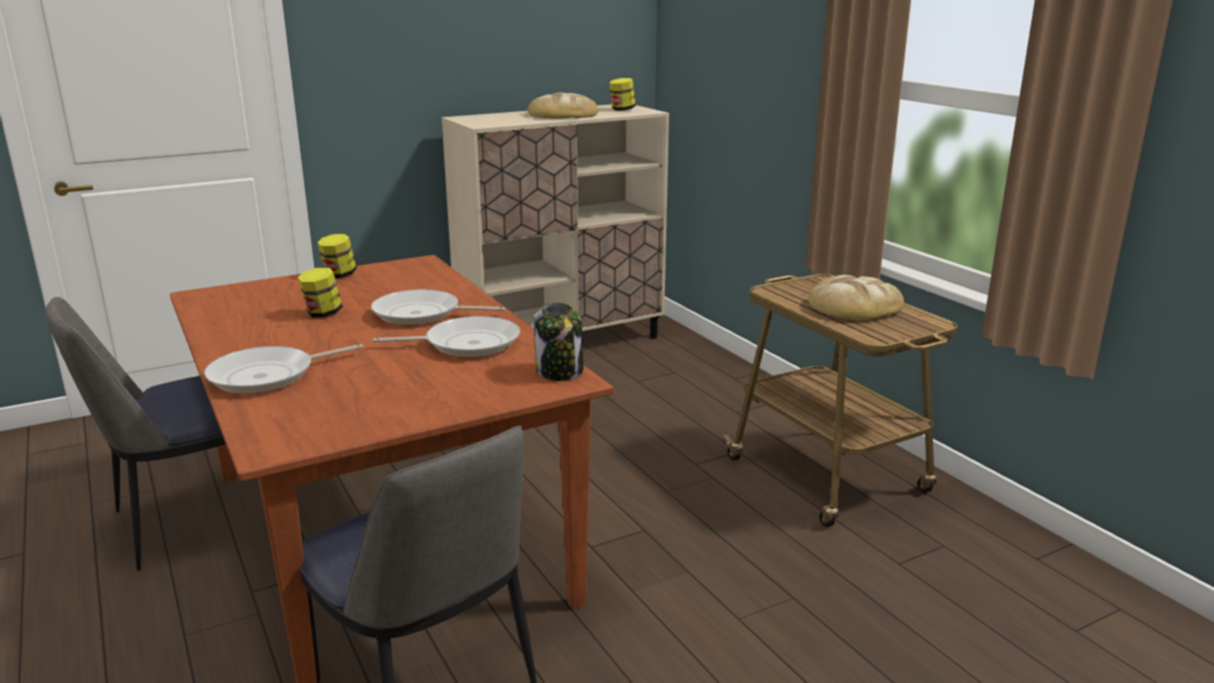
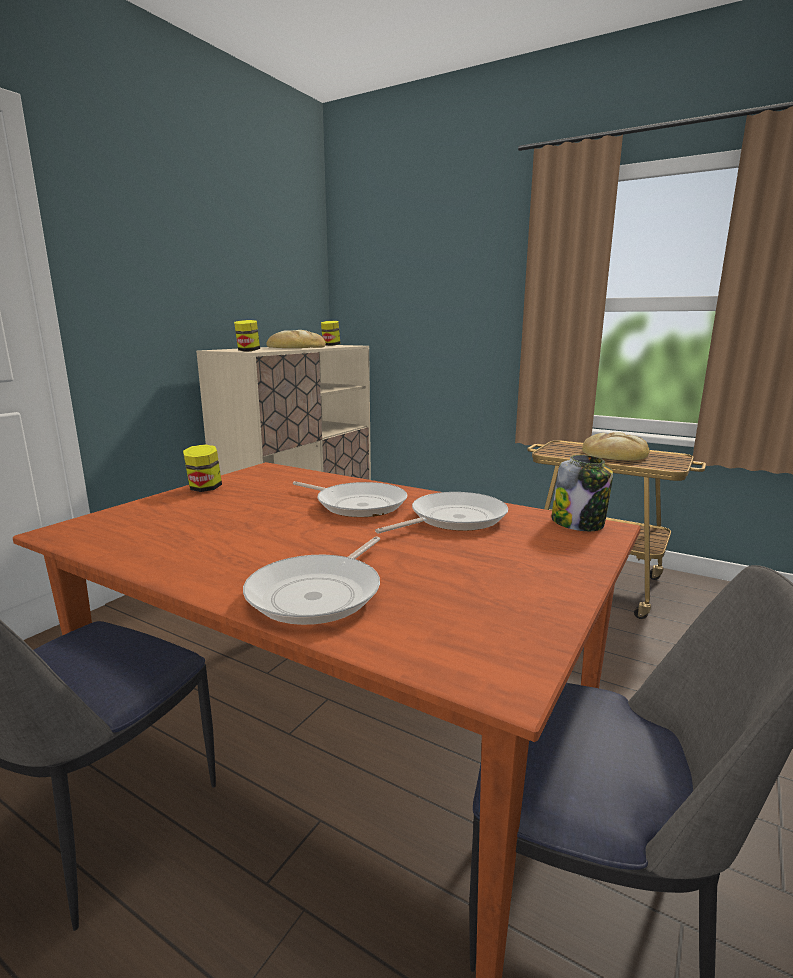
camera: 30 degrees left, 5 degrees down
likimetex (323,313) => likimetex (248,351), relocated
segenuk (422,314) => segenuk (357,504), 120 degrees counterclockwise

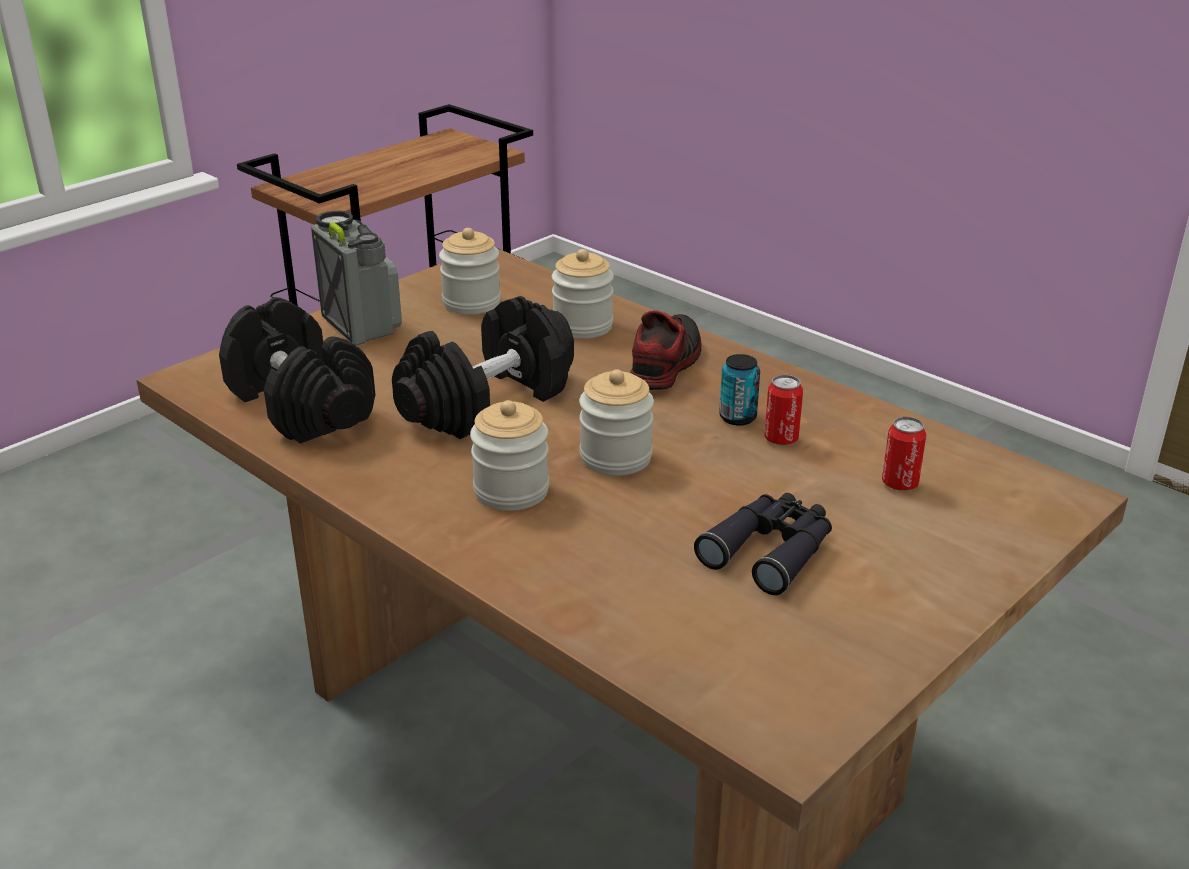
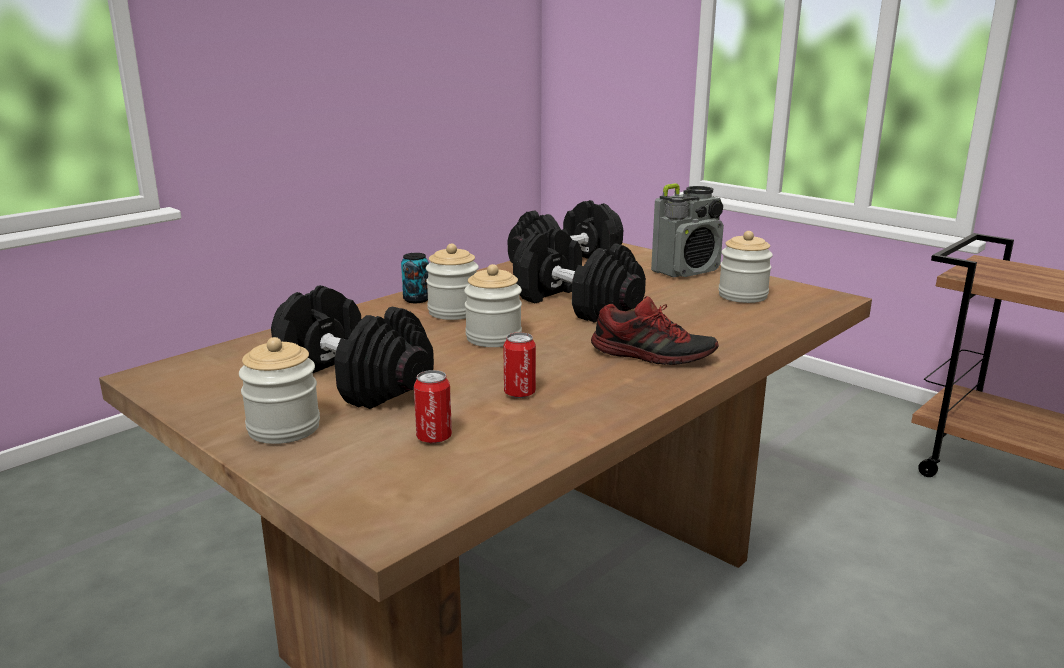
camera: 90 degrees right, 10 degrees down
likimetex (582,326) => likimetex (284,428), relocated
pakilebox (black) (771,551) => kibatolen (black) (351,381)
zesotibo (737,417) => zesotibo (416,299), relocated

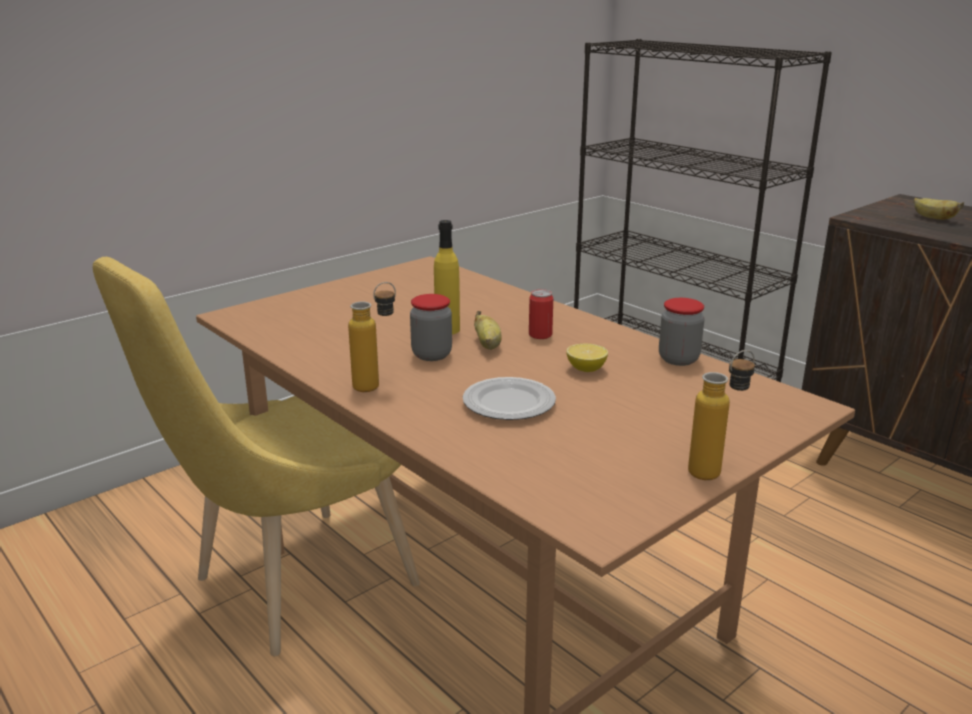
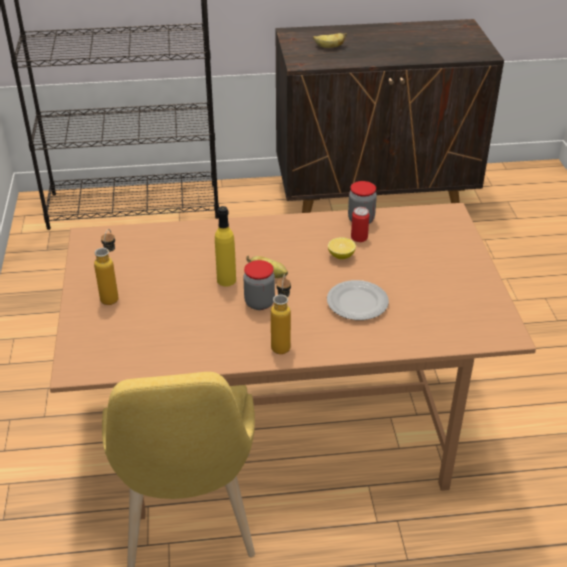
camera: 55 degrees left, 15 degrees up
zesotibo (540,335) => zesotibo (359,237), relocated
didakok (715,470) => didakok (112,295), relocated

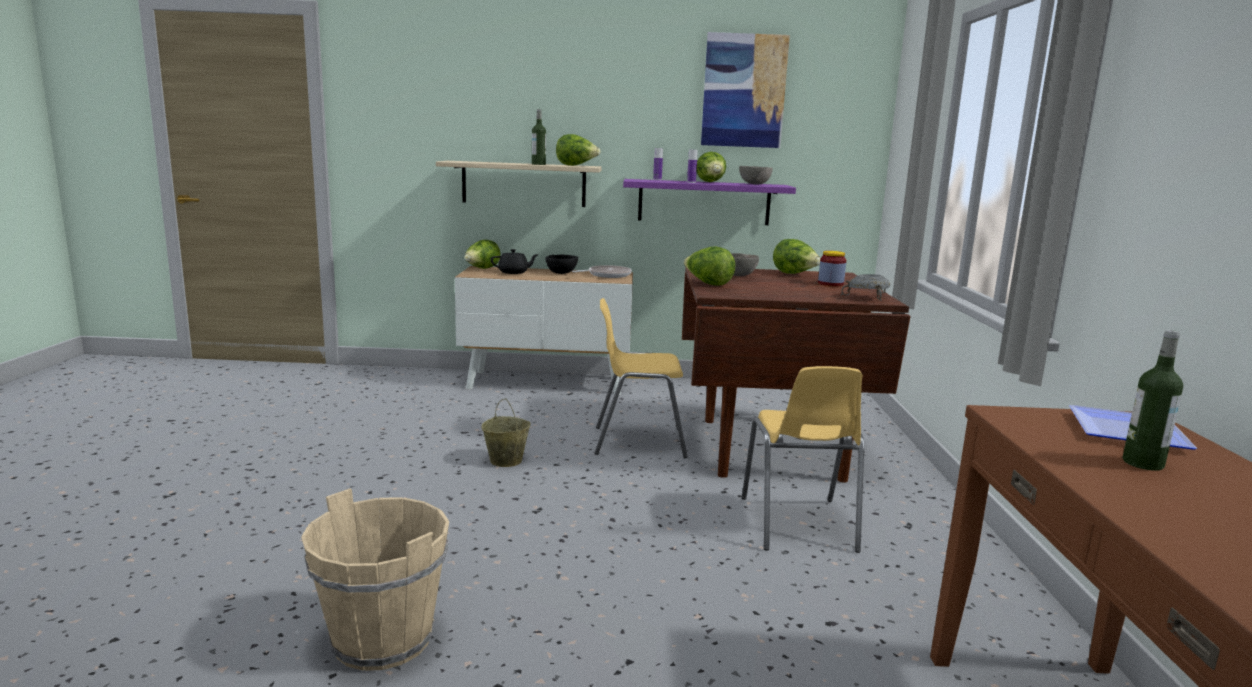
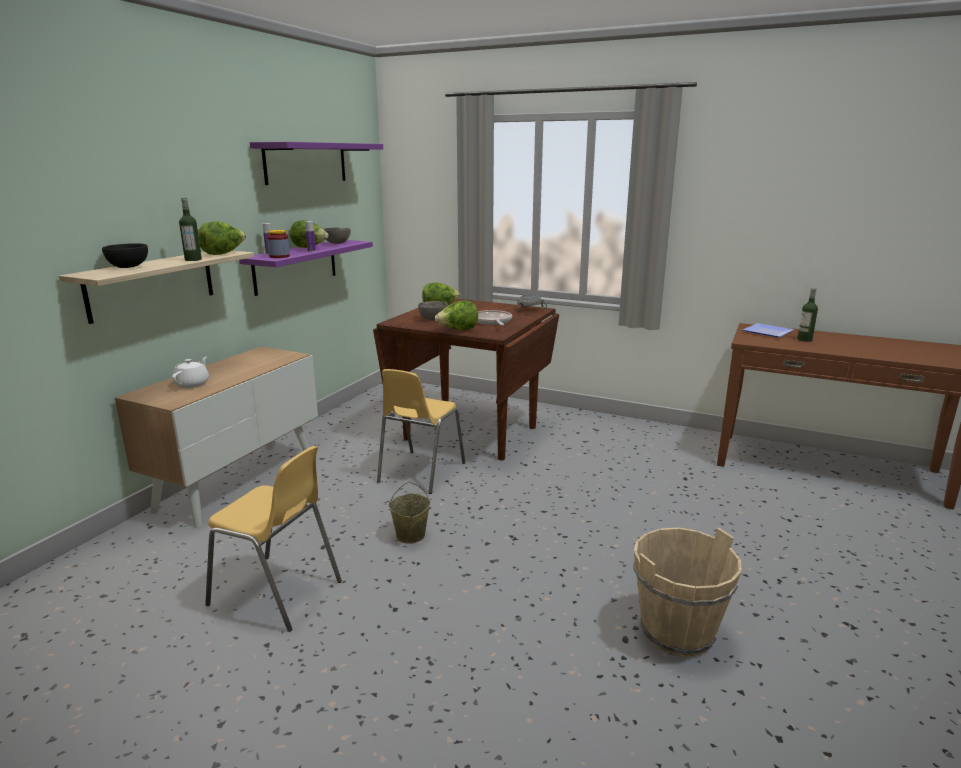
camera: 65 degrees left, 5 degrees up
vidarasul (482,269) => nothing
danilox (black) (514,272) => danilox (white) (192,384)
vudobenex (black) (561,273) => vudobenex (black) (128,267), relocated
segenuk (607,275) => segenuk (492,321), relocated
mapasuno (744,91) => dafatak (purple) (306,163)
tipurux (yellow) (798,524) => tipurux (yellow) (277,593), relocated
likimetex (830,284) => likimetex (279,256), relocated

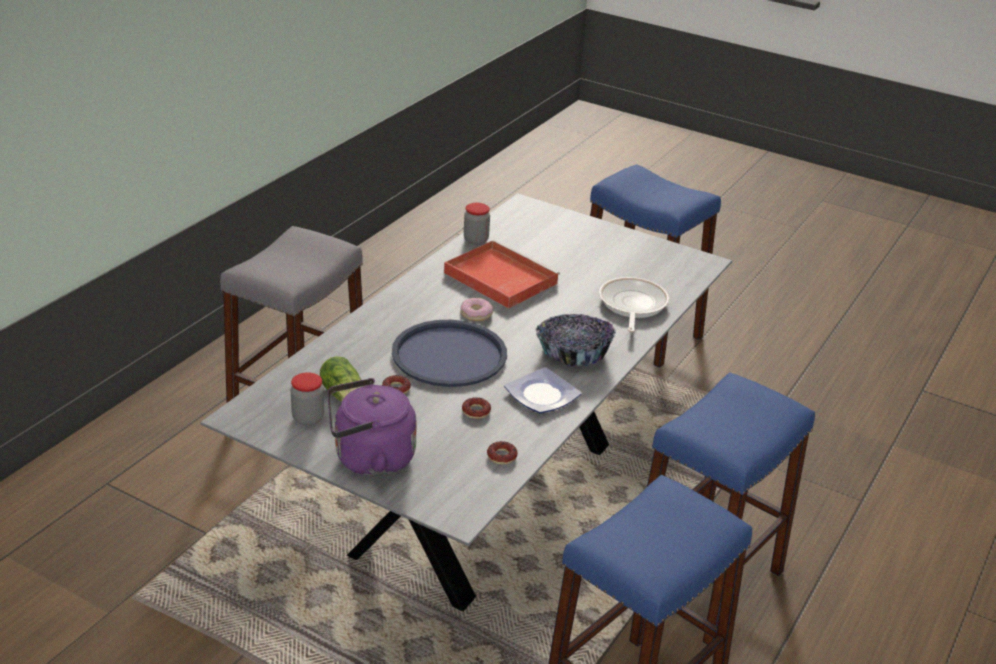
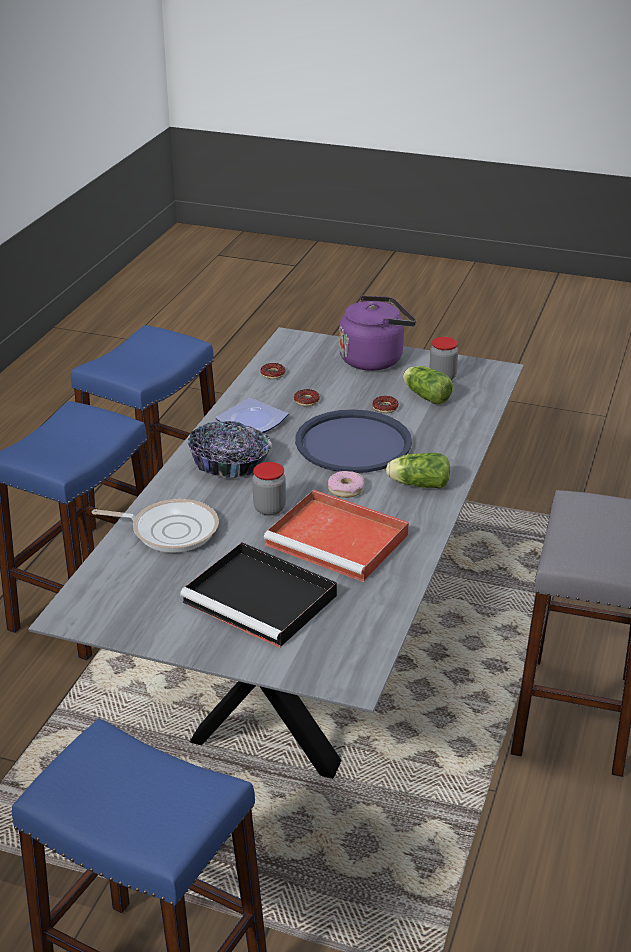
camera: 170 degrees right, 0 degrees up
likimetex (476,240) => likimetex (269,508), relocated
segenuk (632,305) => segenuk (170,530), 75 degrees counterclockwise
nothing => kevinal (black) (262,599)
nothing => vidarasul (417,484)

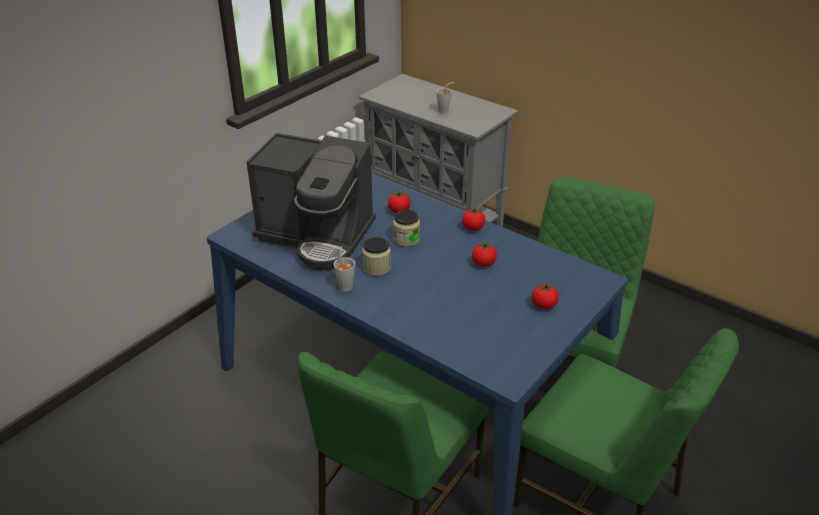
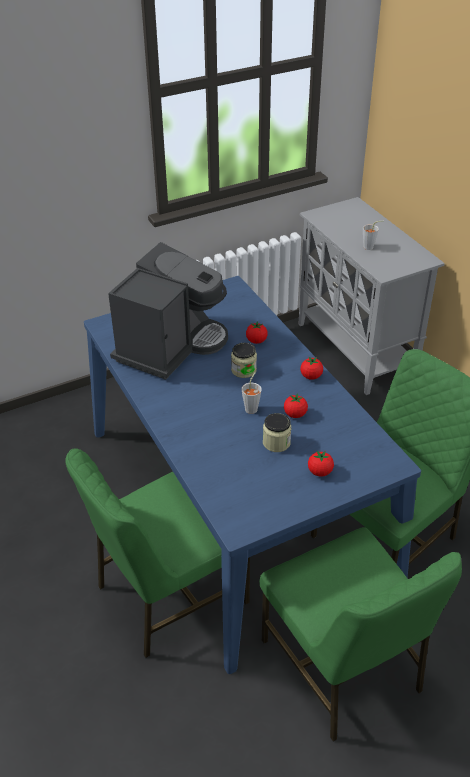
camera: 25 degrees right, 5 degrees up
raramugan (317,236) => raramugan (170,345), 105 degrees counterclockwise
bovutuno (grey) (346,285) => bovutuno (grey) (252,407), relocated
likimetex (377,268) => likimetex (276,442), relocated

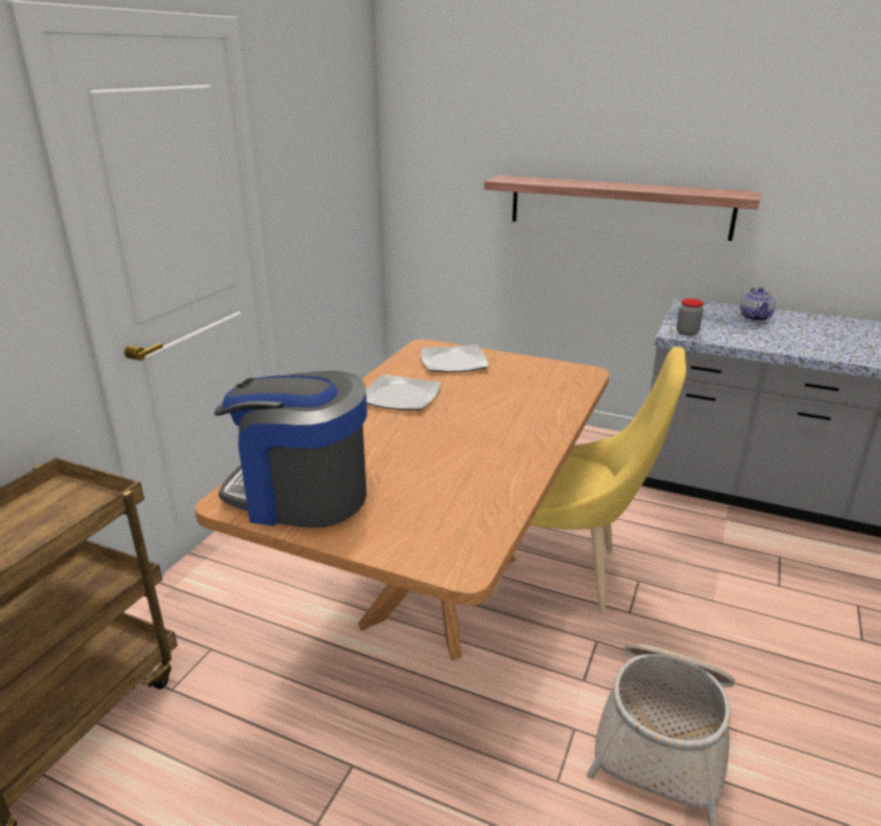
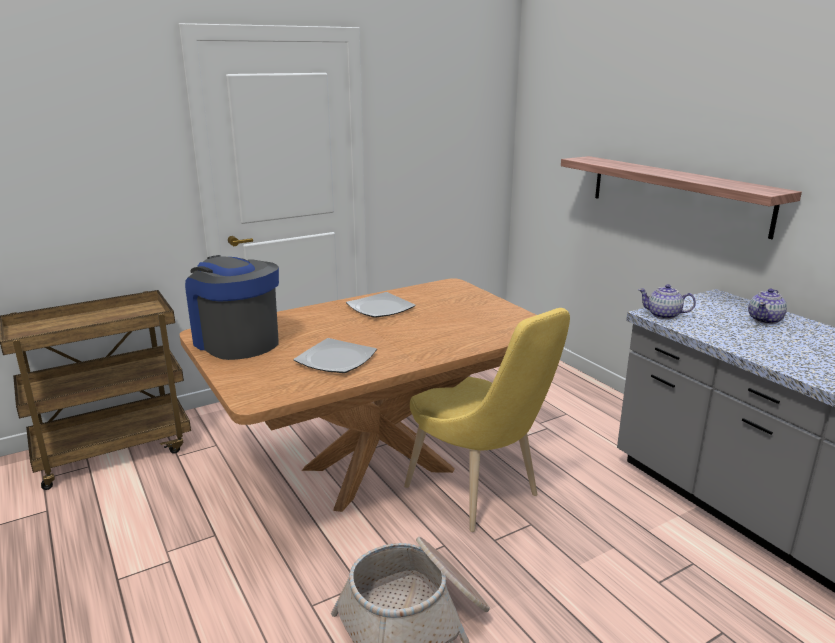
camera: 35 degrees right, 5 degrees down
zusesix (454,362) => zusesix (336,359), relocated
likimetex (687,332) => danilox (664,315)

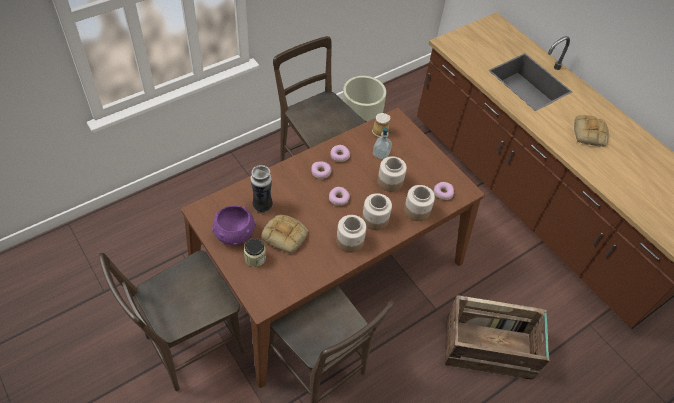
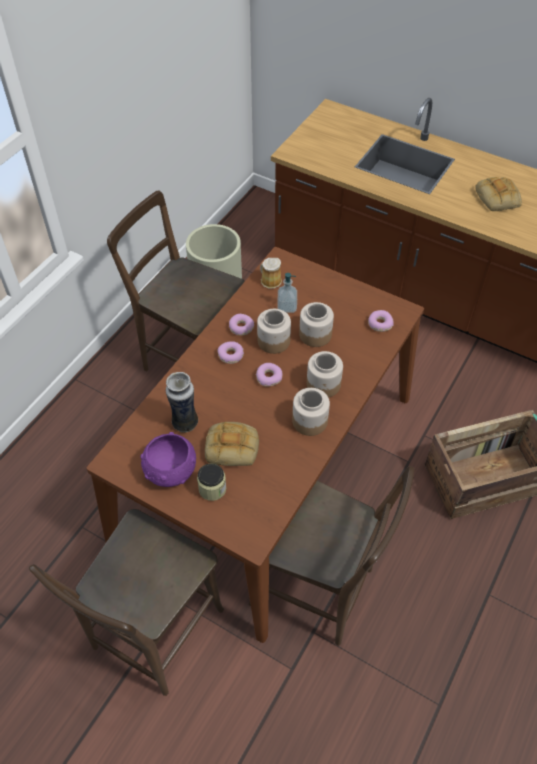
camera: 20 degrees left, 0 degrees up
likimetex (416,210) => likimetex (273,341), relocated

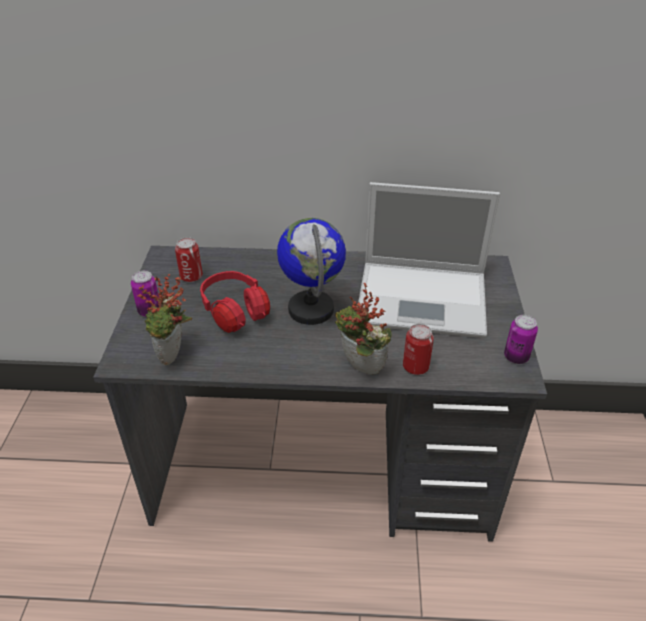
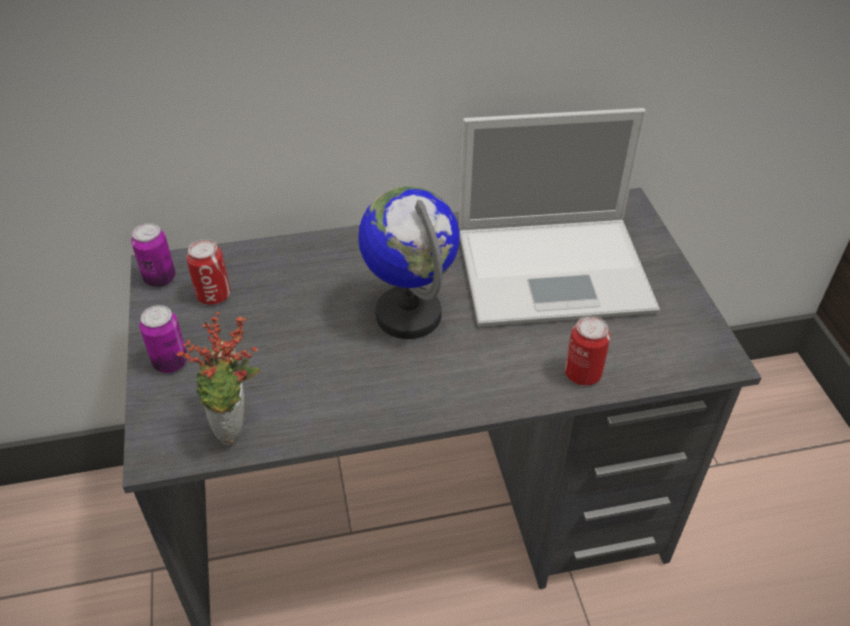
camera: 15 degrees left, 5 degrees up
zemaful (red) (235,314) => nothing
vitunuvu (359,369) => nothing
zesotibo (516,357) => zesotibo (160,278), relocated

